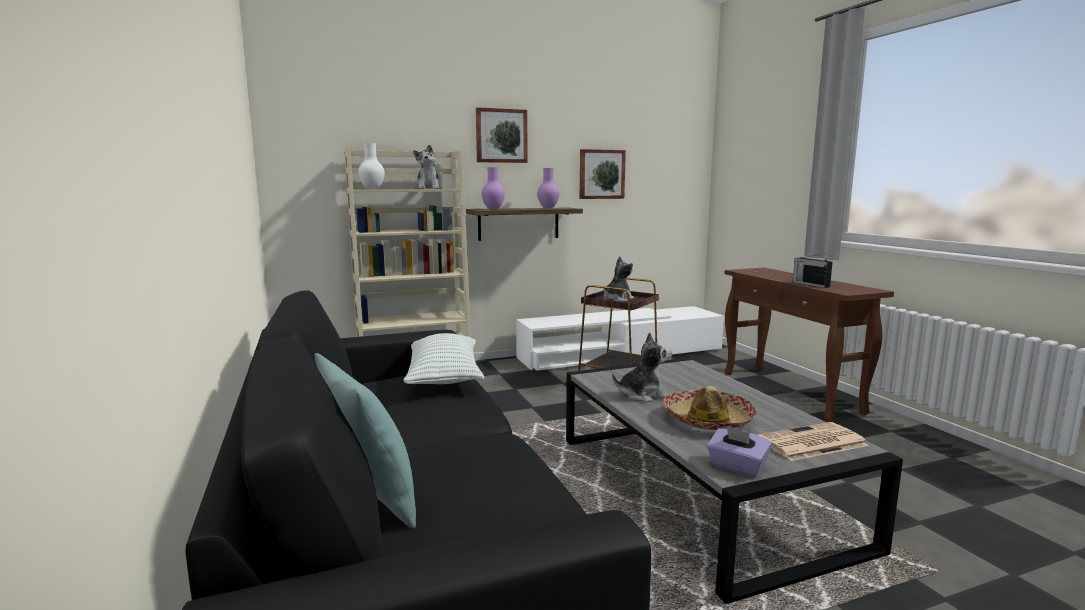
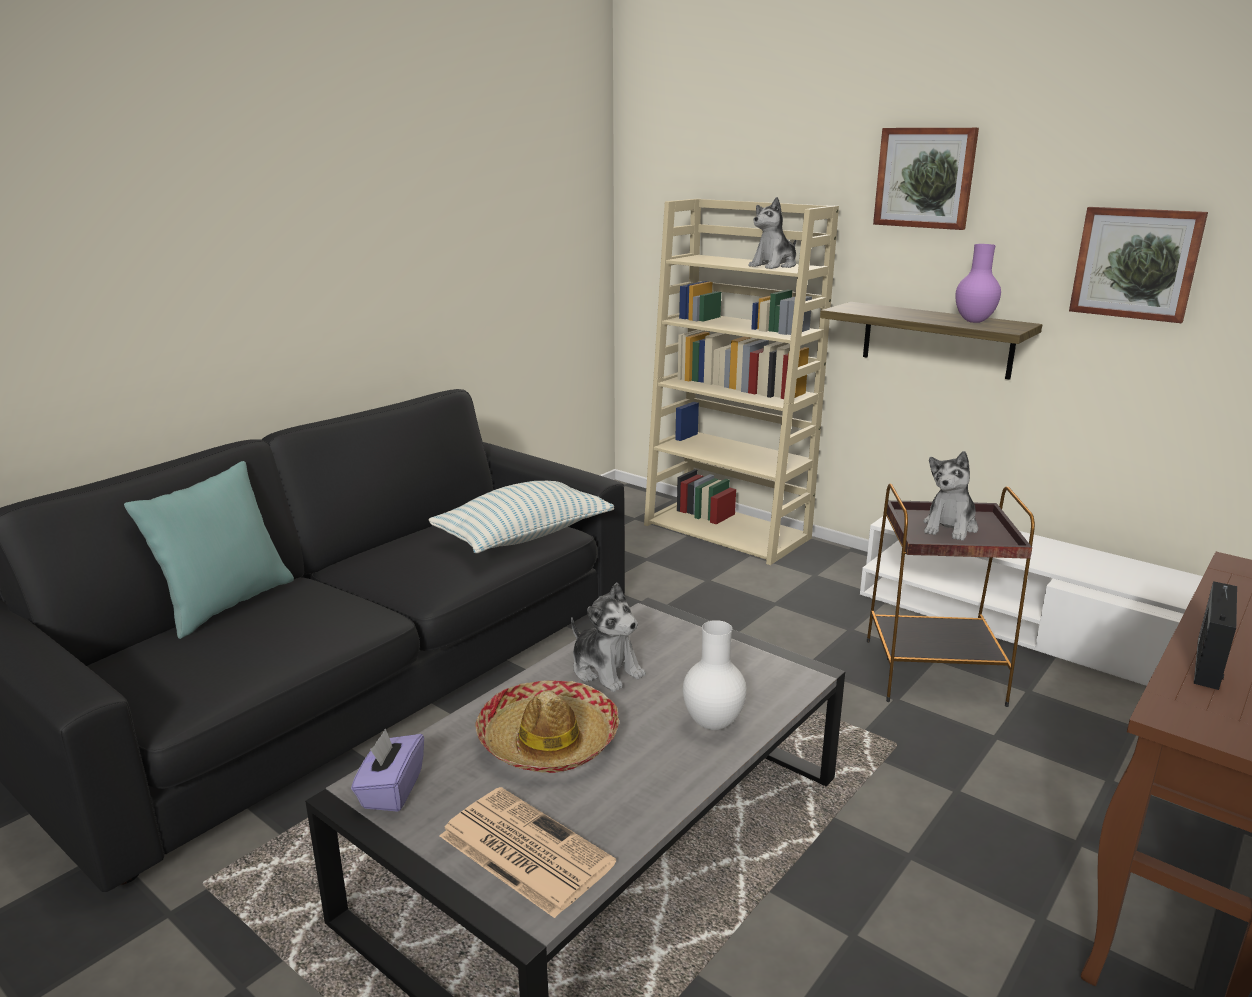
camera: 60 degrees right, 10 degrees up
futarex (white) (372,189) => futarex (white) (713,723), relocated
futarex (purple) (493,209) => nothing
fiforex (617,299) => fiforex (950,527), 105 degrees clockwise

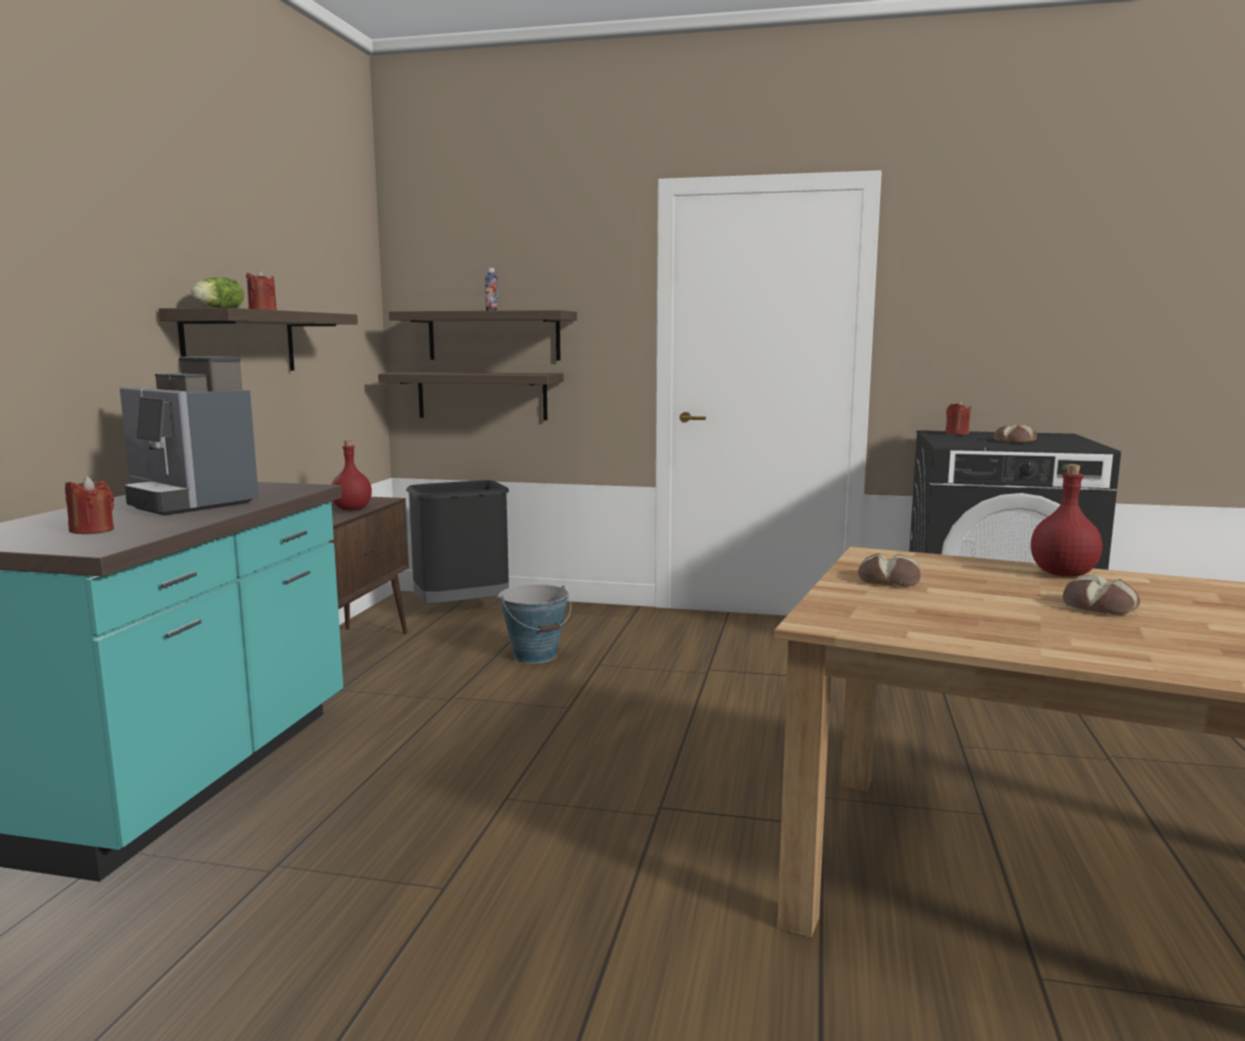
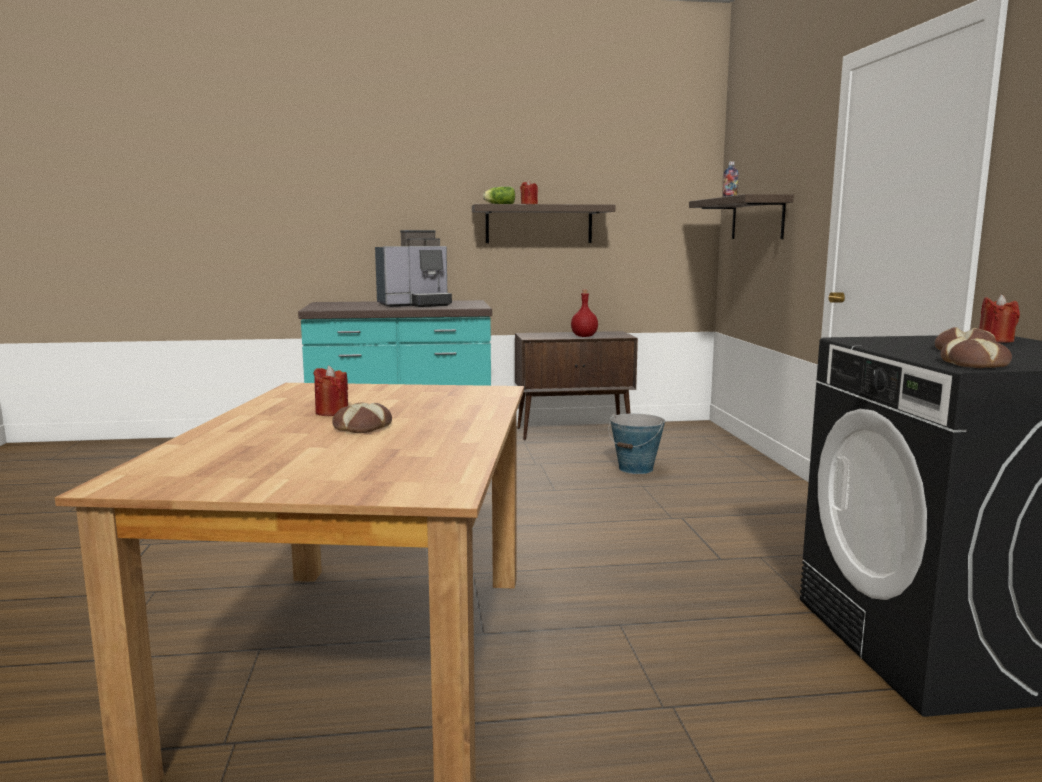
camera: 70 degrees right, 0 degrees up
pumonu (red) (92,530) => pumonu (red) (332,412), relocated
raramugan (189,503) => raramugan (416,304), 135 degrees counterclockwise
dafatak (482,395) => nothing
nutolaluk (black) (461,610) => nothing
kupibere (889,579) => kupibere (975,364), relocated
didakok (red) (1062,574) => nothing

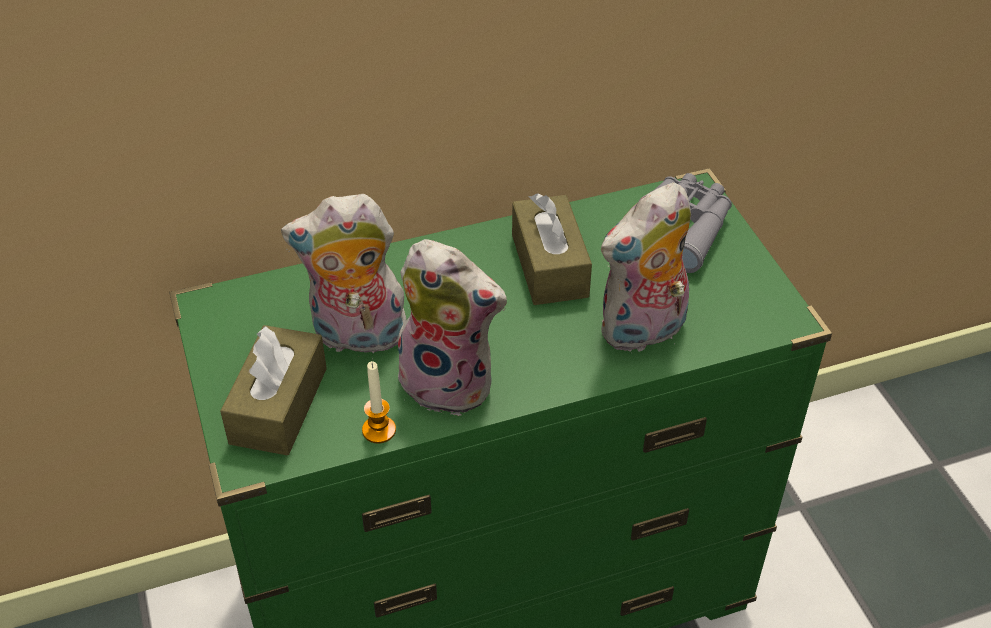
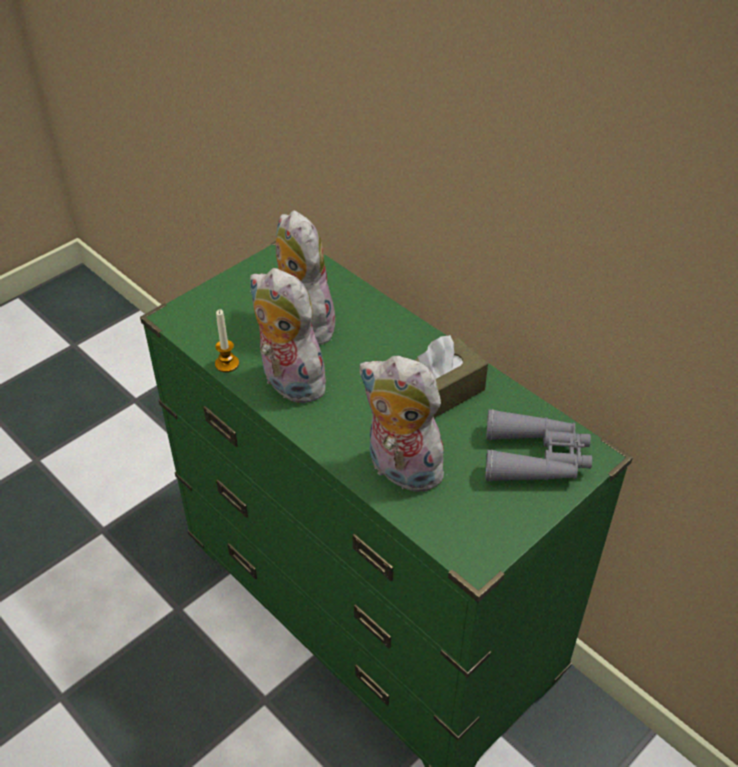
camera: 65 degrees right, 0 degrees up
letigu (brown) (279,405) => nothing
fiforex (451,382) => fiforex (288,383), 135 degrees clockwise

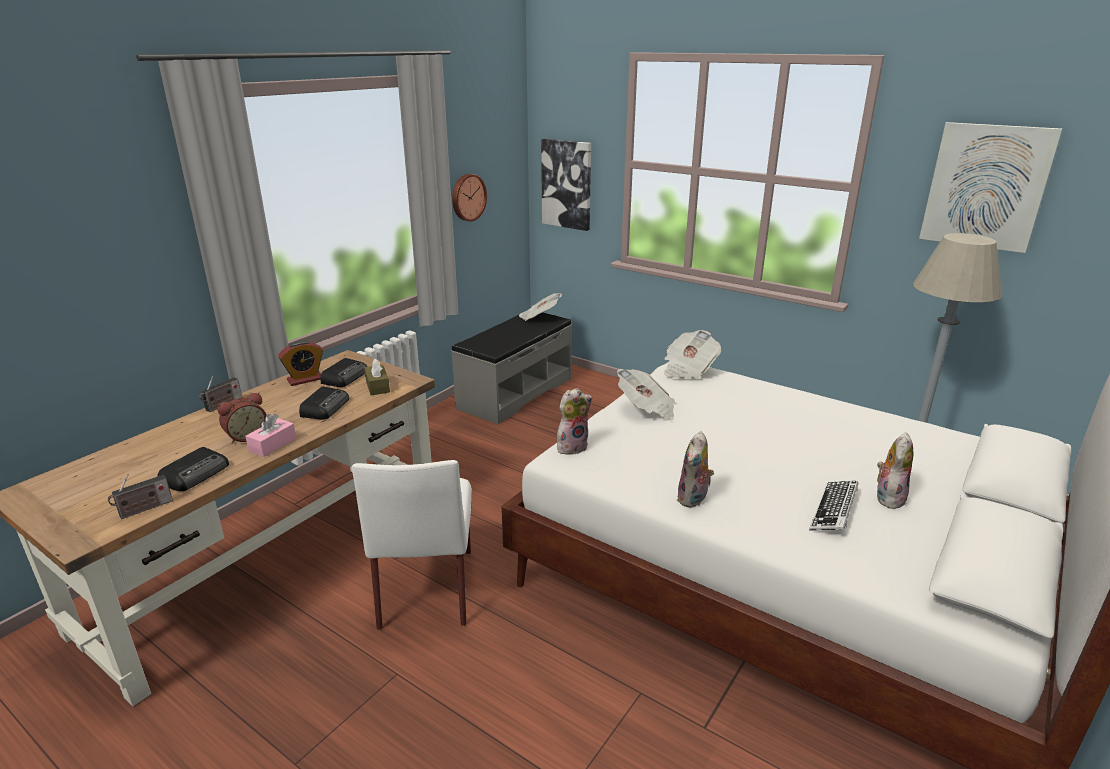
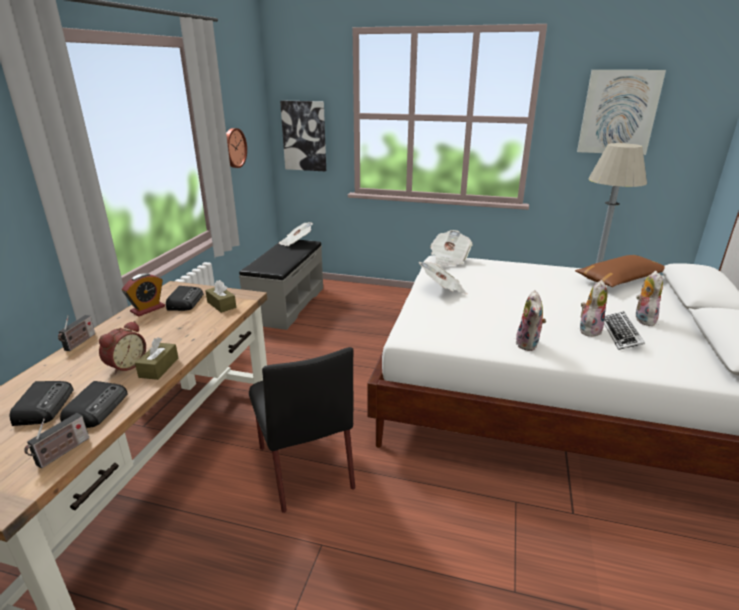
camera: 20 degrees left, 0 degrees up
letigu (pink) (273,445) => letigu (brown) (159,367)
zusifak (325,407) => zusifak (44,406), relocated
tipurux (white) (427,586) => tipurux (black) (304,466)
fiforex (572,446) => fiforex (589,329), relocated
nothing => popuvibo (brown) (620,279)

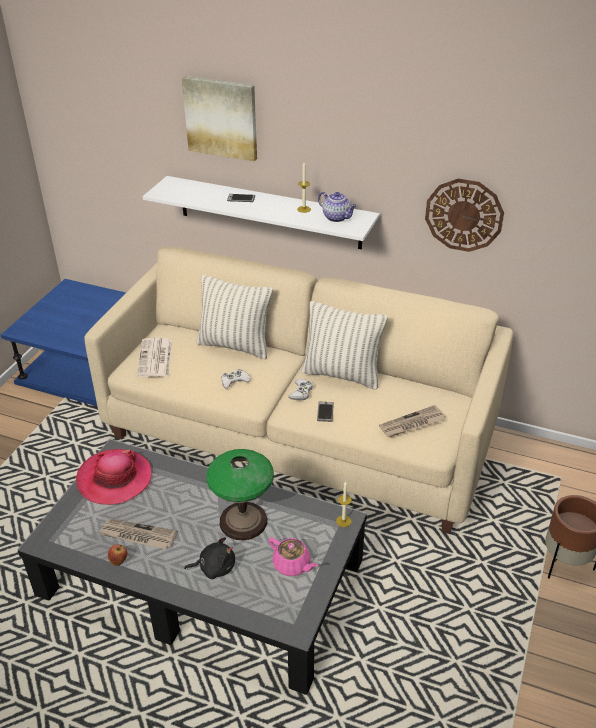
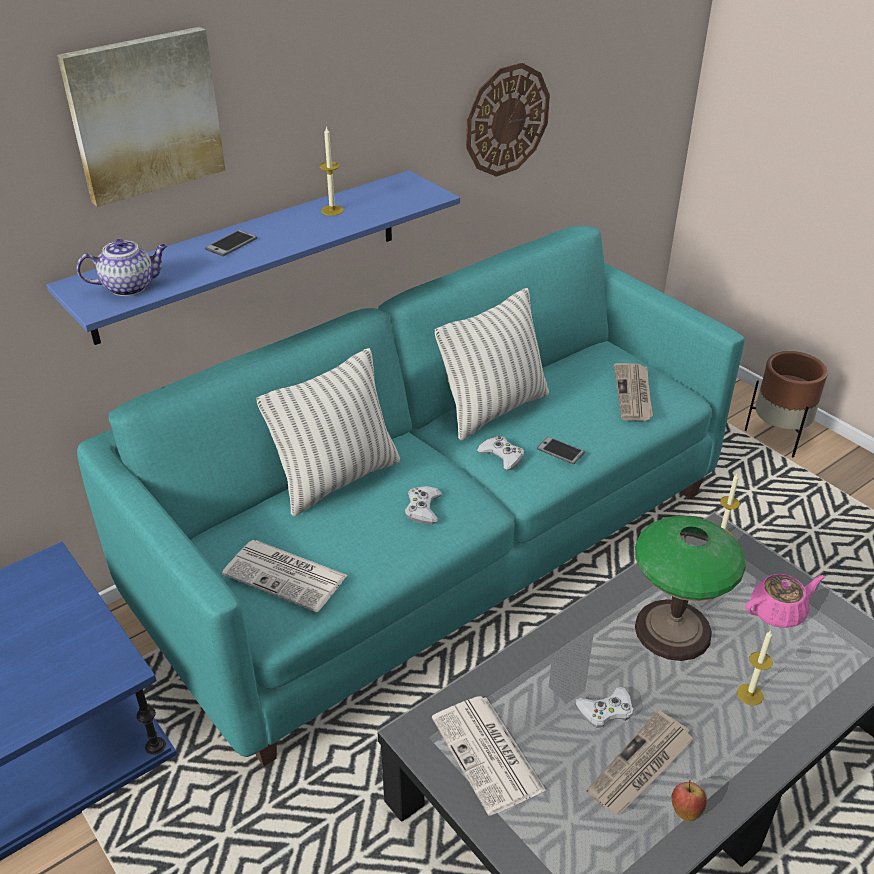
camera: 60 degrees left, 0 degrees up
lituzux (114,479) => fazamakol (489,755)
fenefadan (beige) (299,435) => fenefadan (turquoise) (437,547)
dafatak (white) (269,212) => dafatak (blue) (250,254)
fiforex (black) (214,567) => pumonu (750,694)
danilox (337,217) => danilox (130,286), relocated
nothing => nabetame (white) (605,711)

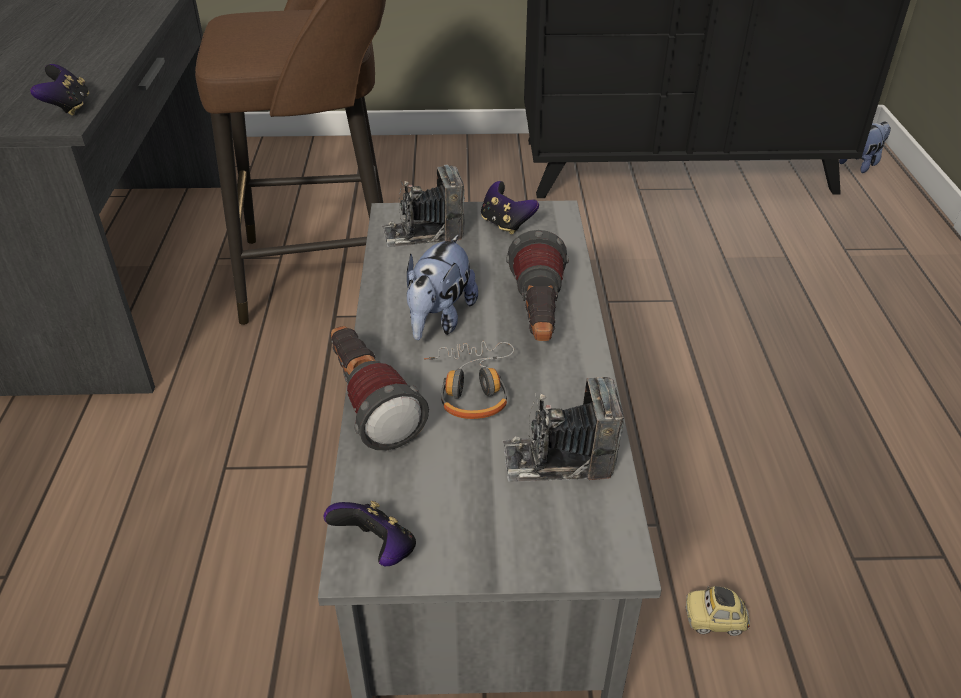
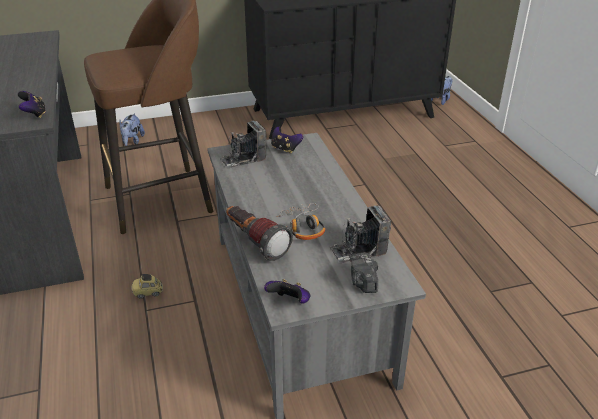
camera: 15 degrees left, 5 degrees down
fiforex (439,319) => fiforex (132,141), relocated
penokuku (538,317) => nothing
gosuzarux (714,621) => gosuzarux (148,292), relocated
nothing => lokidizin (363,282)

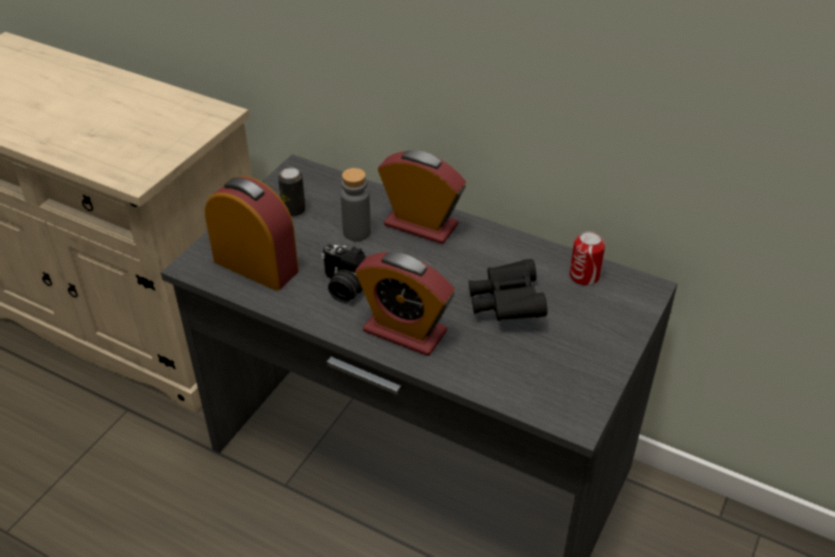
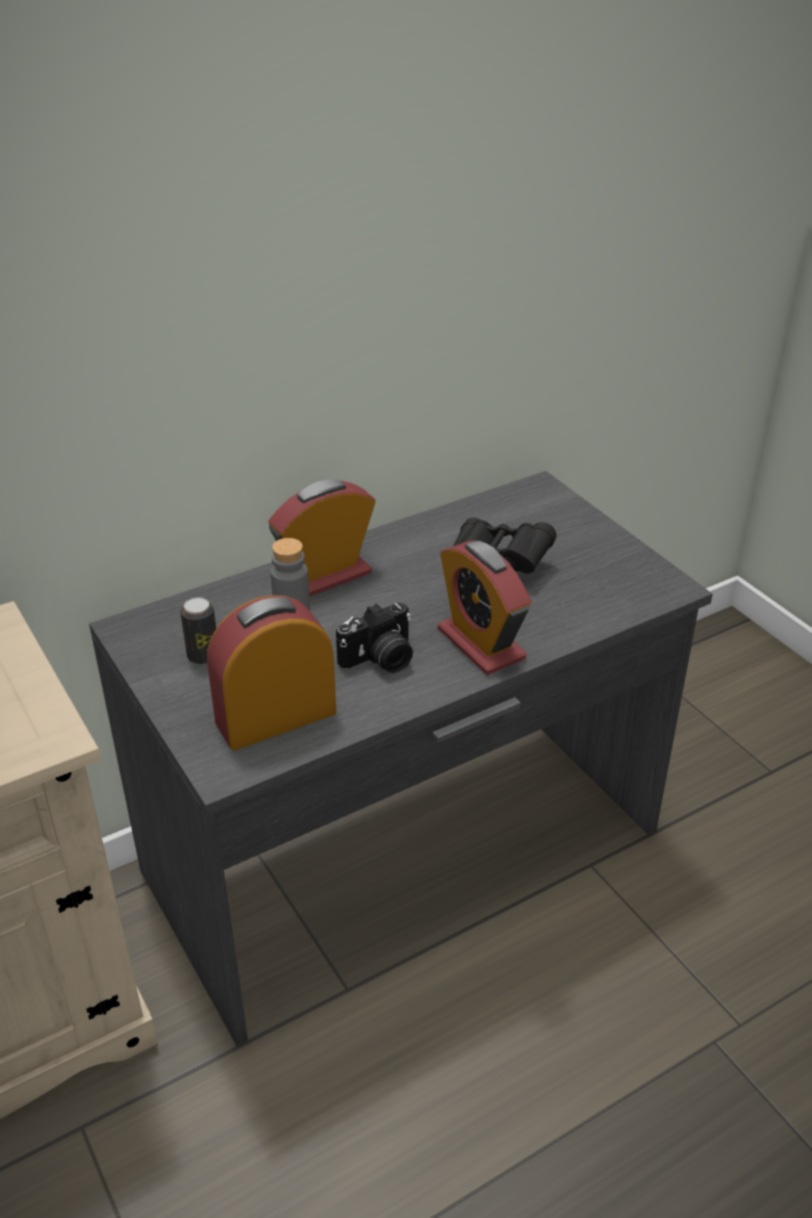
camera: 60 degrees left, 5 degrees down
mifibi (405,331) => mifibi (481,644), 90 degrees clockwise
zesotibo (584,276) => nothing

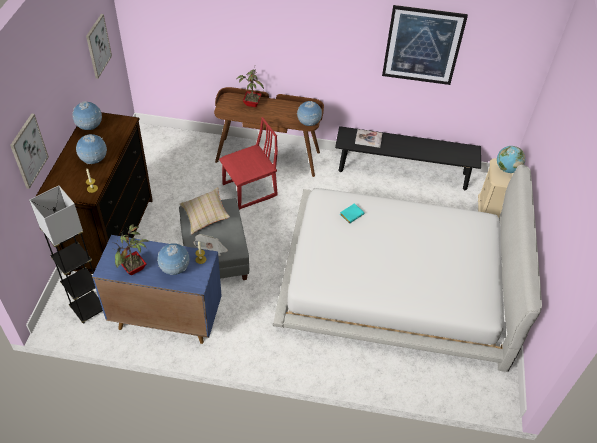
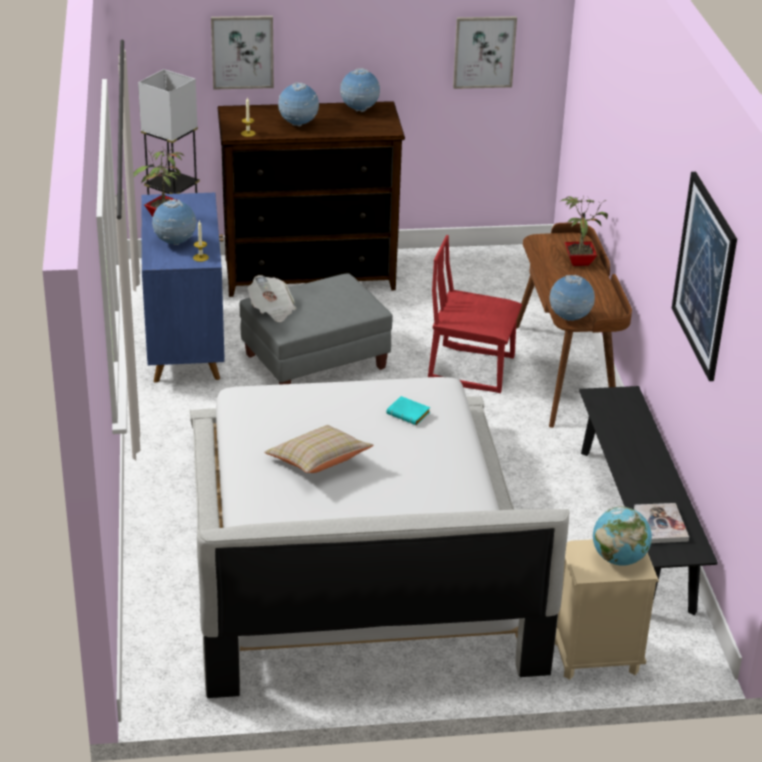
camera: 75 degrees right, 15 degrees down
popuvibo (beige) (205,216) => popuvibo (beige) (318,462), relocated
tipurux (red) (250,190) => tipurux (red) (471,369), 150 degrees clockwise
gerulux (368,139) => gerulux (660,525), relocated

